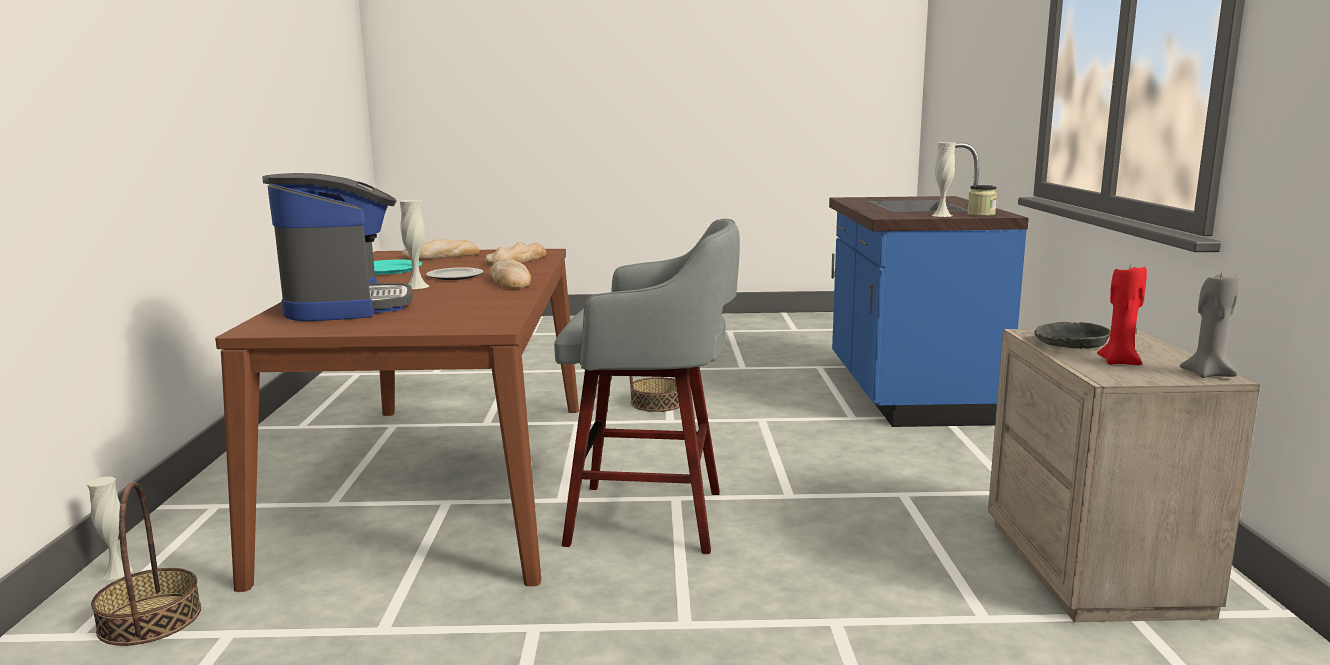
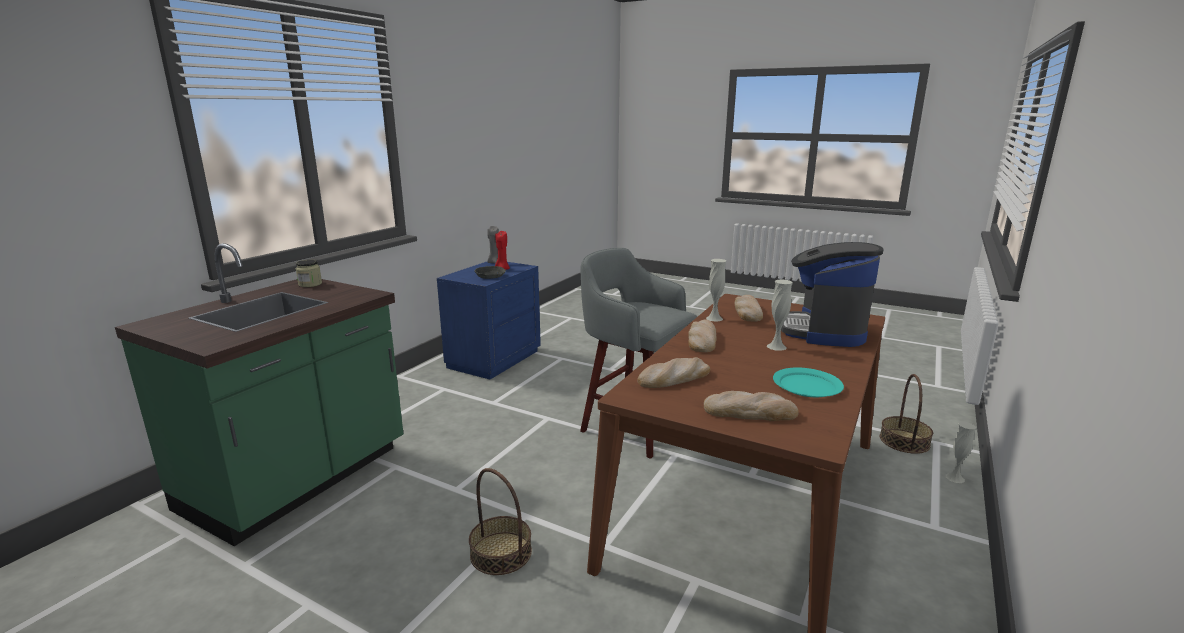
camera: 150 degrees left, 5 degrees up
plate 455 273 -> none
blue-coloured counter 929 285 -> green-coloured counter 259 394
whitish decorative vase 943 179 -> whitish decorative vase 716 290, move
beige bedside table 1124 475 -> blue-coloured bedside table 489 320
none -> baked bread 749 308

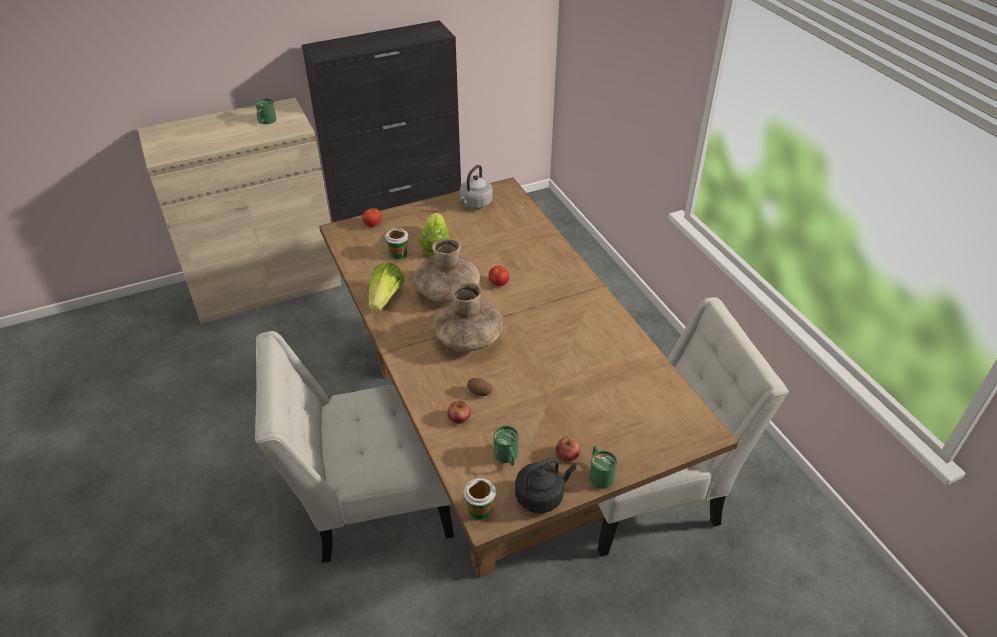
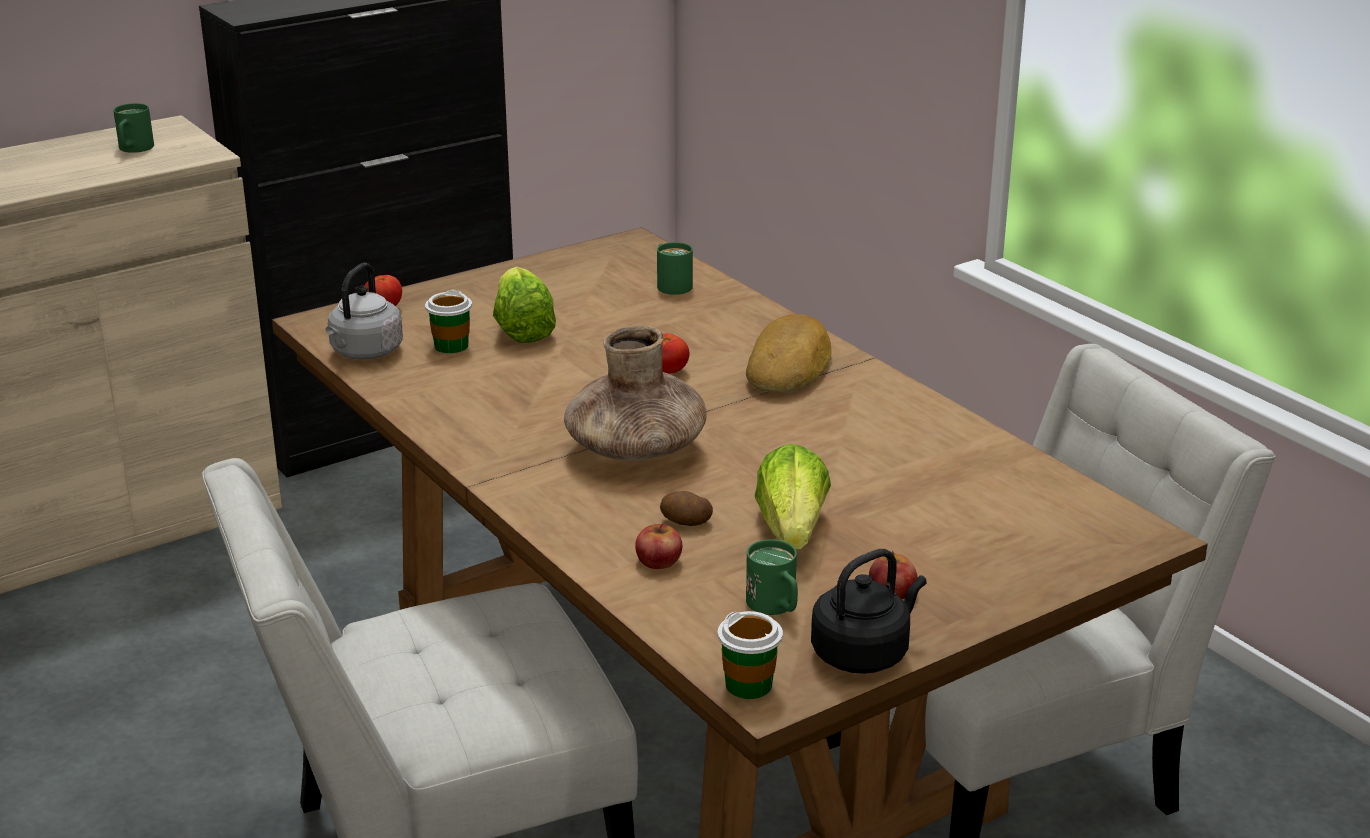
camera: 10 degrees left, 15 degrees down
head of lettuce 386 287 -> head of lettuce 792 496, move
brownish decorative vase 446 270 -> none
gray tea kettle 475 187 -> gray tea kettle 364 311, move
green-coloured tea mug 603 467 -> green-coloured tea mug 675 268, move
none -> baked bread 788 353

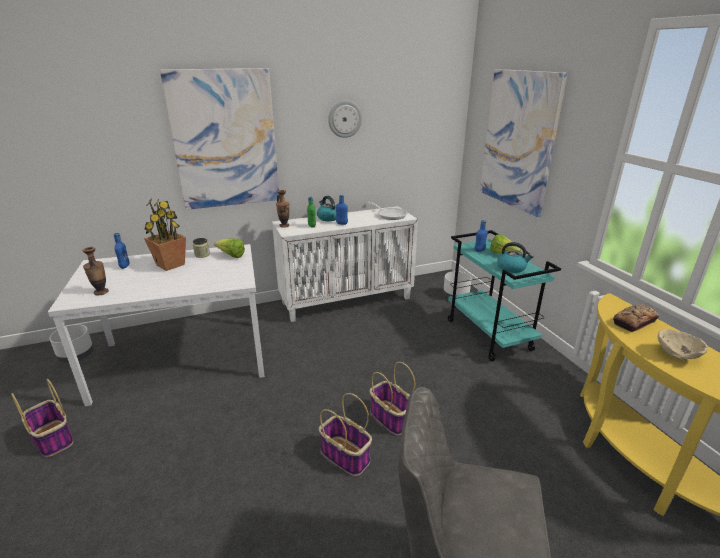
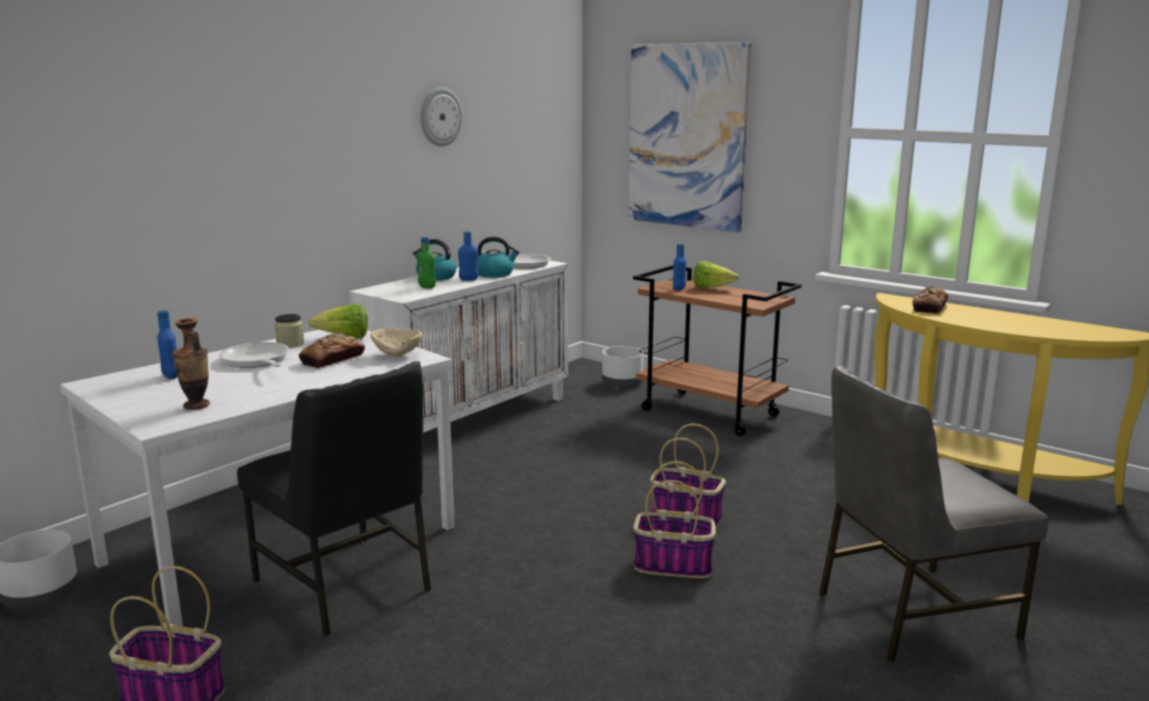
camera: 30 degrees left, 10 degrees down
plant in a pot 165 235 -> skillet 254 355
wall picture 220 139 -> none
decorative vase 283 209 -> none
blue-green wheeled cart 504 296 -> brownish wheeled cart 717 351
tea kettle 515 257 -> tea kettle 499 256, move
beige deep dish 683 344 -> beige deep dish 396 342, move
none -> black chair 334 498
none -> baked bread 332 350

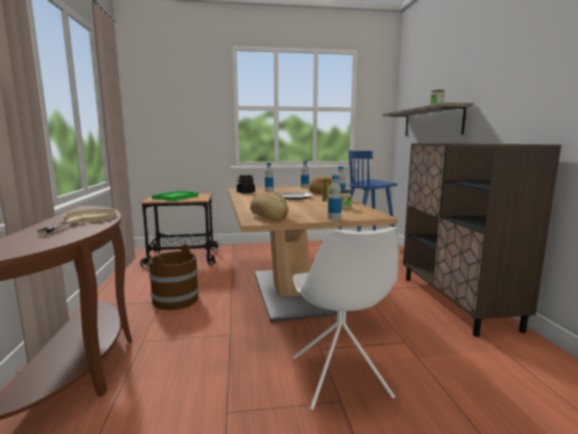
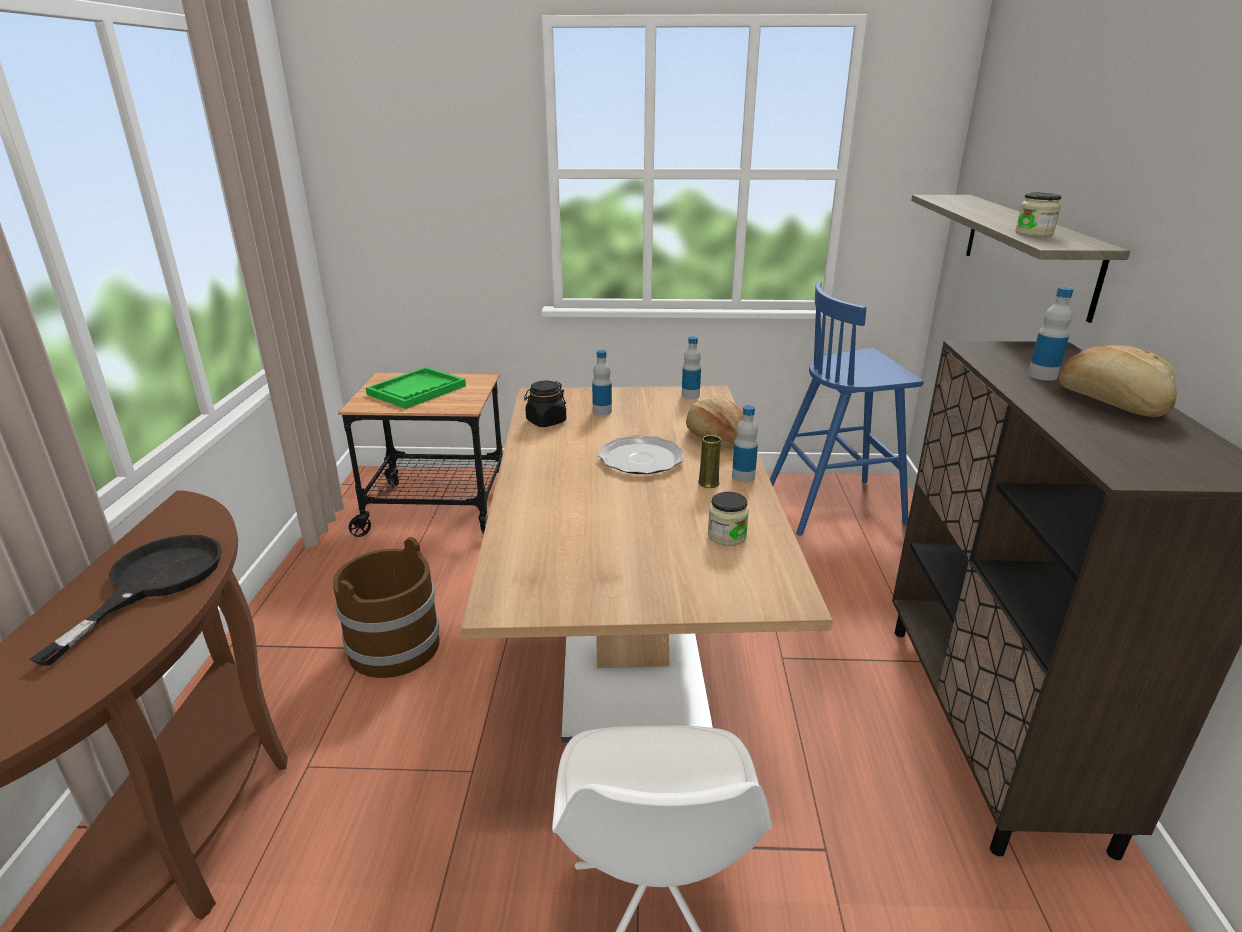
camera: 10 degrees right, 15 degrees up
beige skillet 77 221 -> black skillet 126 600
baked bread 269 206 -> baked bread 1118 381, move
drink bottle 335 197 -> drink bottle 1051 334, move

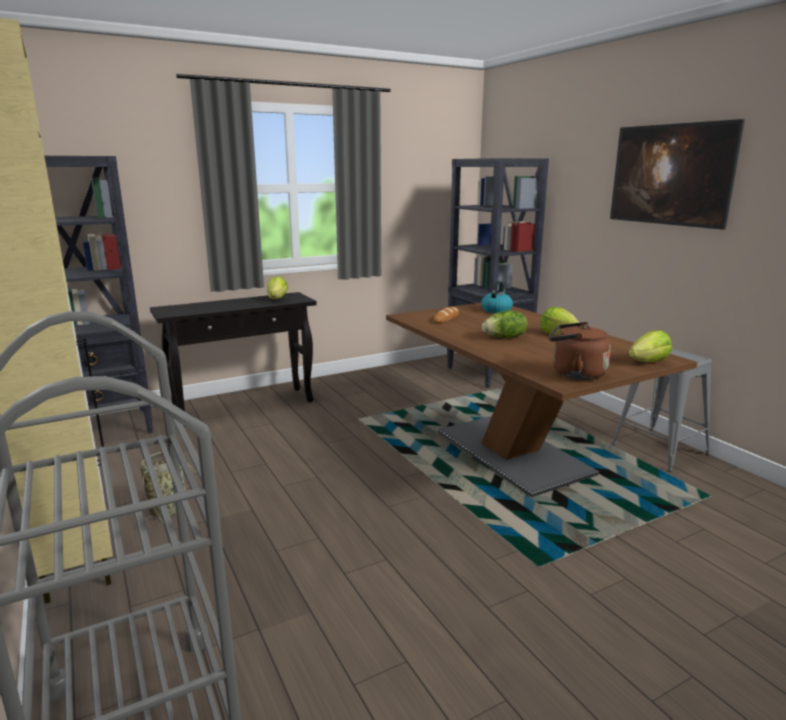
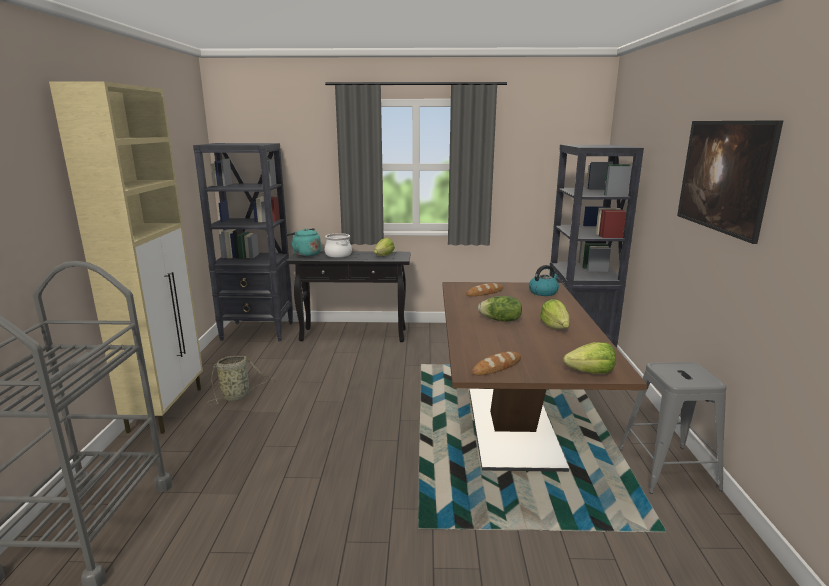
camera: 30 degrees right, 0 degrees up
brownish tea kettle 580 351 -> baked bread 496 363
none -> blue-green tea kettle 304 242
none -> saucepot 338 245

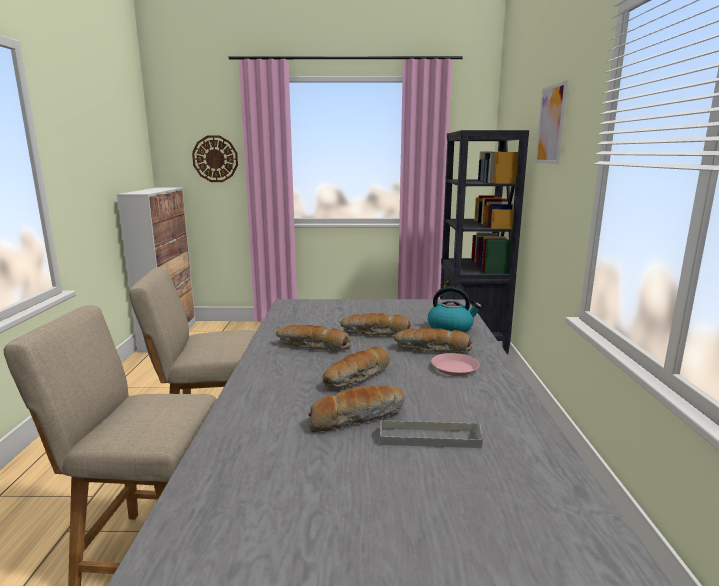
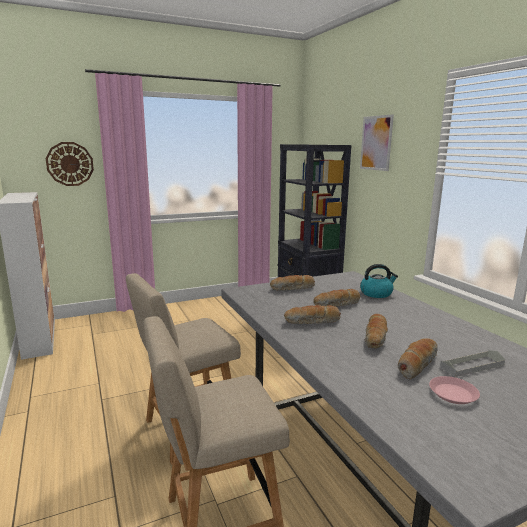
camera: 25 degrees left, 0 degrees up
baked bread 433 340 -> baked bread 292 282, move
pink-coloured plate 455 364 -> pink-coloured plate 454 390, move

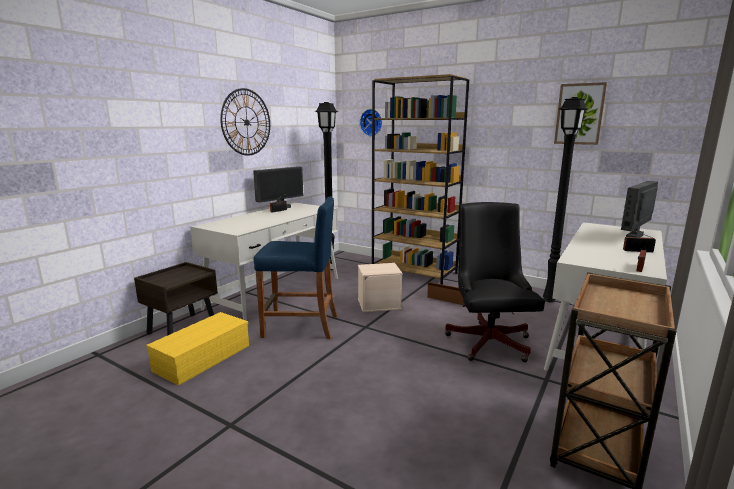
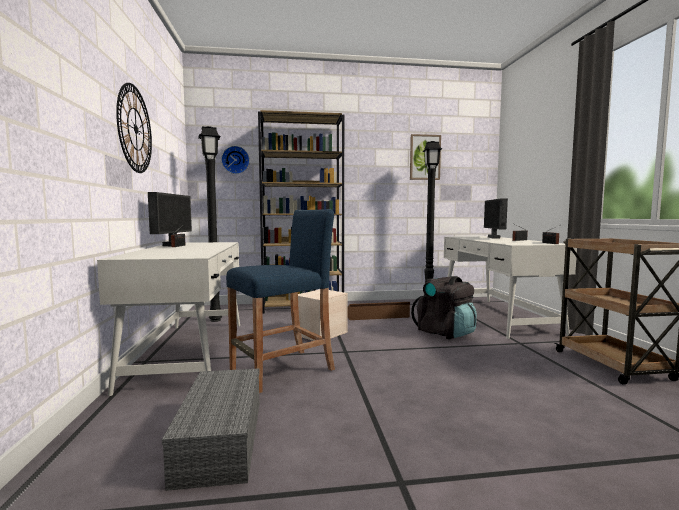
camera: 40 degrees left, 10 degrees down
brownish bedside table 176 299 -> none
yellow-coloured storage box 197 348 -> gray storage box 211 429
black office chair 495 282 -> black knapsack 444 307

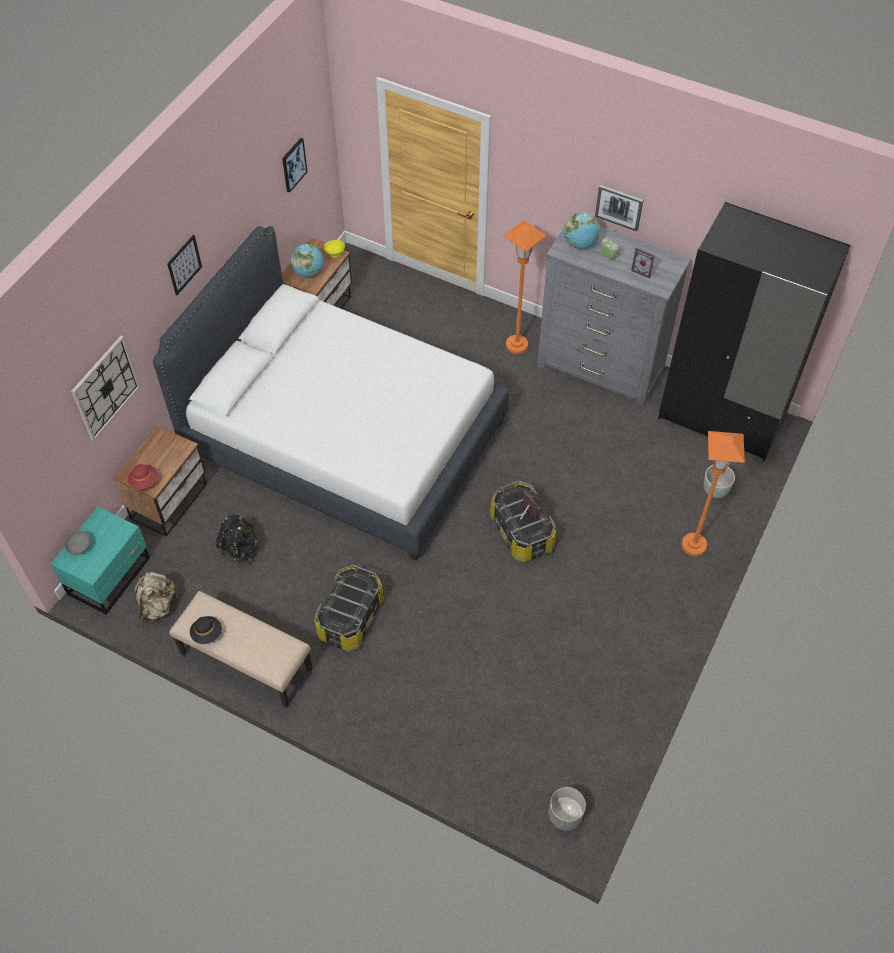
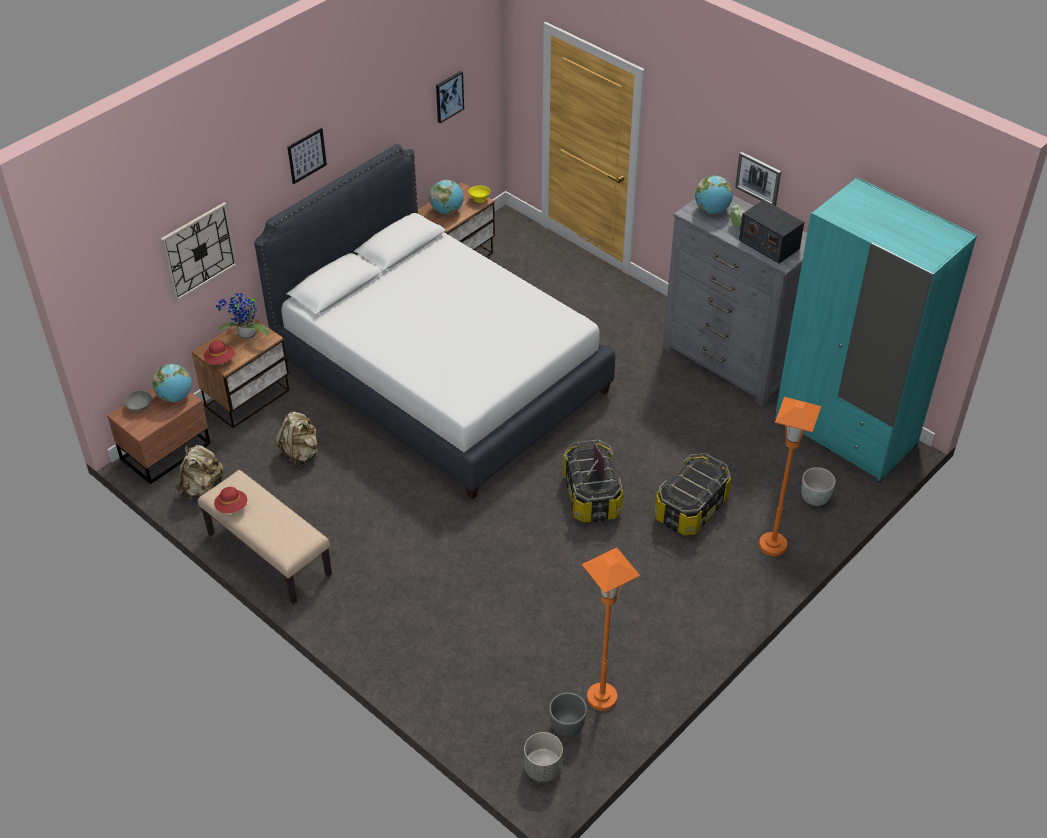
camera: 15 degrees right, 10 degrees down
blue-green bedside table 100 560 -> brownish bedside table 159 435
black clothing hat 206 630 -> red-coloured clothing hat 230 500
black knapsack 236 540 -> beige knapsack 296 439
storage box 349 608 -> storage box 693 494, move
orange-coloured standard lamp 525 287 -> orange-coloured standard lamp 611 629, move
standing frame 643 263 -> radio receiver 771 231
black armoire 754 332 -> blue-green armoire 876 329
none -> globe 172 383
none -> plant in a pot 243 316
none -> gray plant pot 568 715

